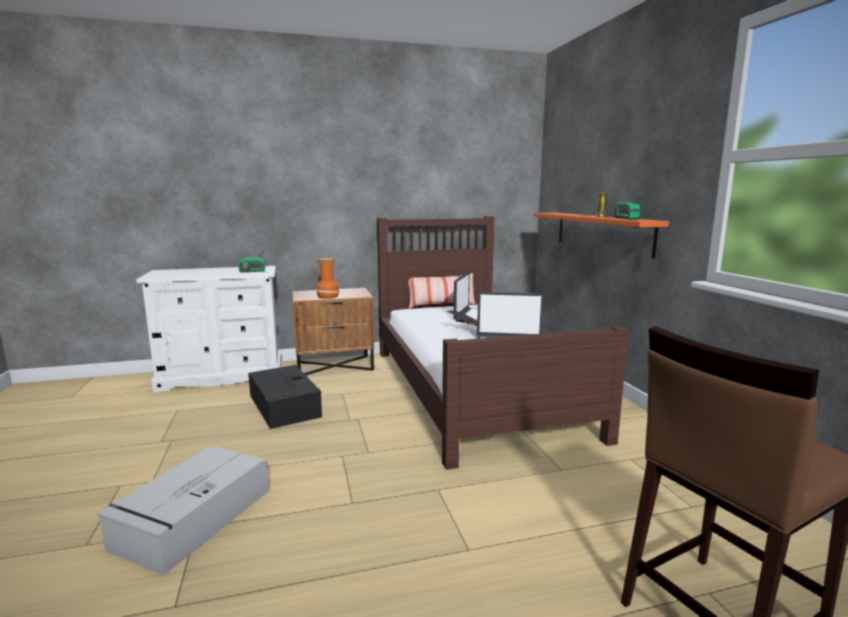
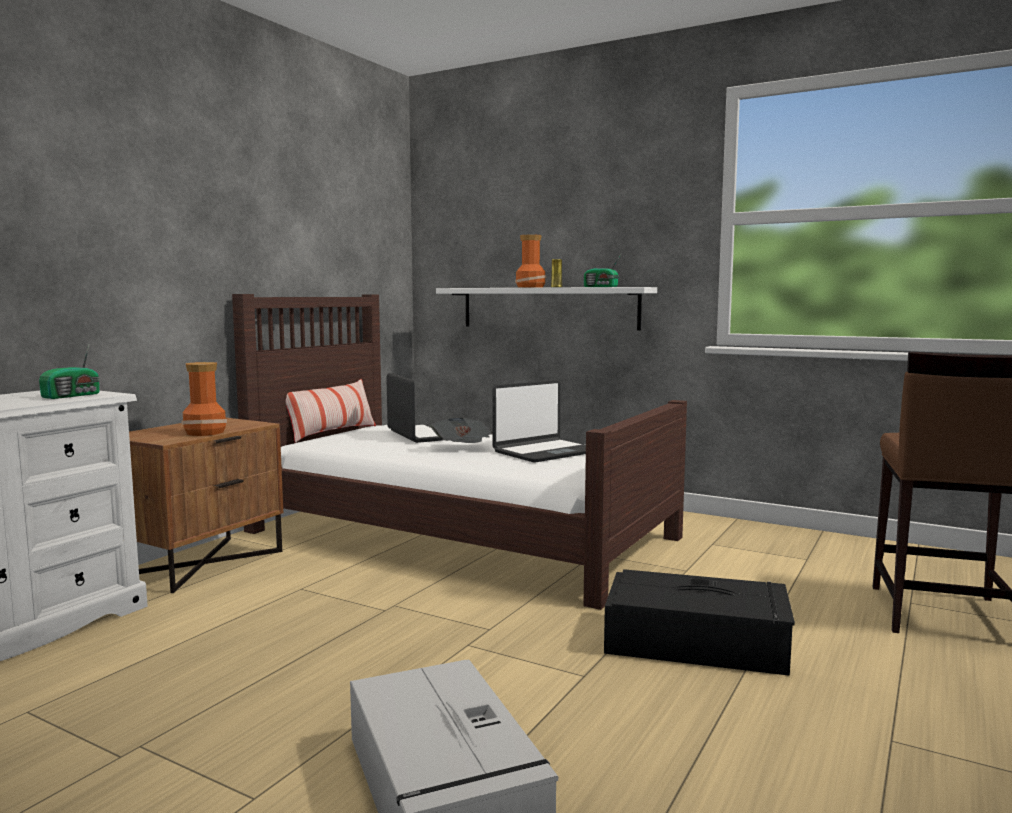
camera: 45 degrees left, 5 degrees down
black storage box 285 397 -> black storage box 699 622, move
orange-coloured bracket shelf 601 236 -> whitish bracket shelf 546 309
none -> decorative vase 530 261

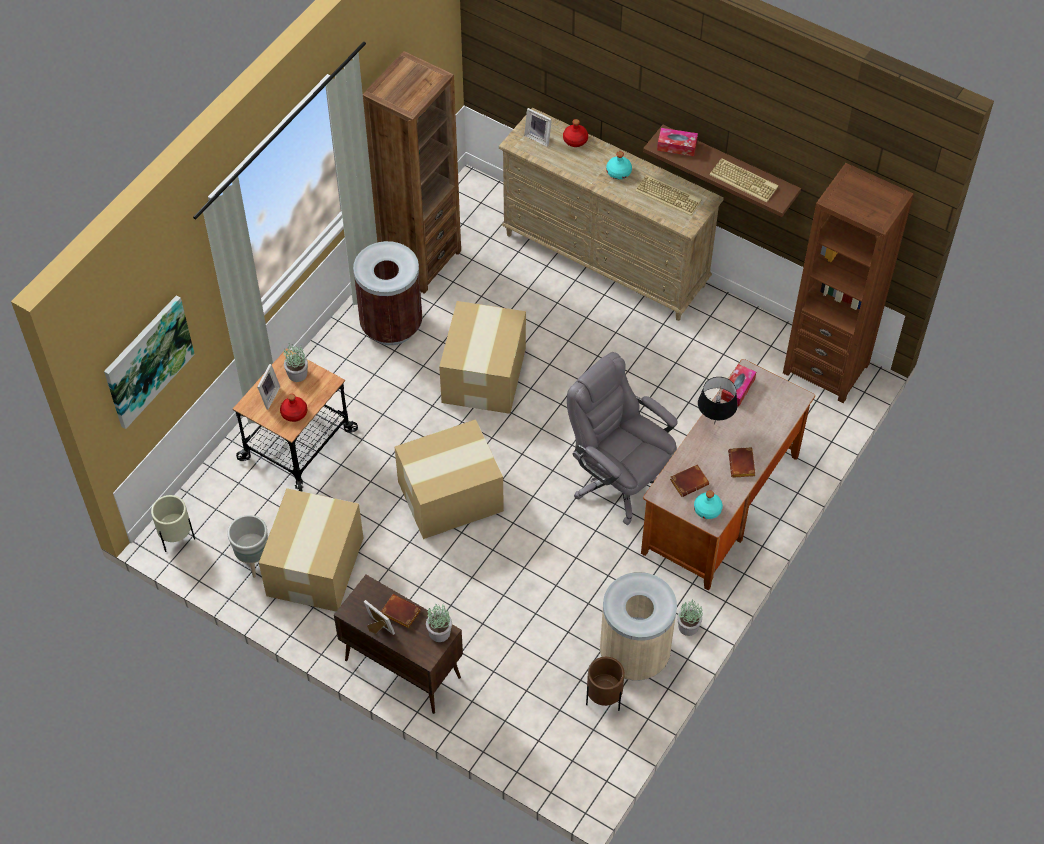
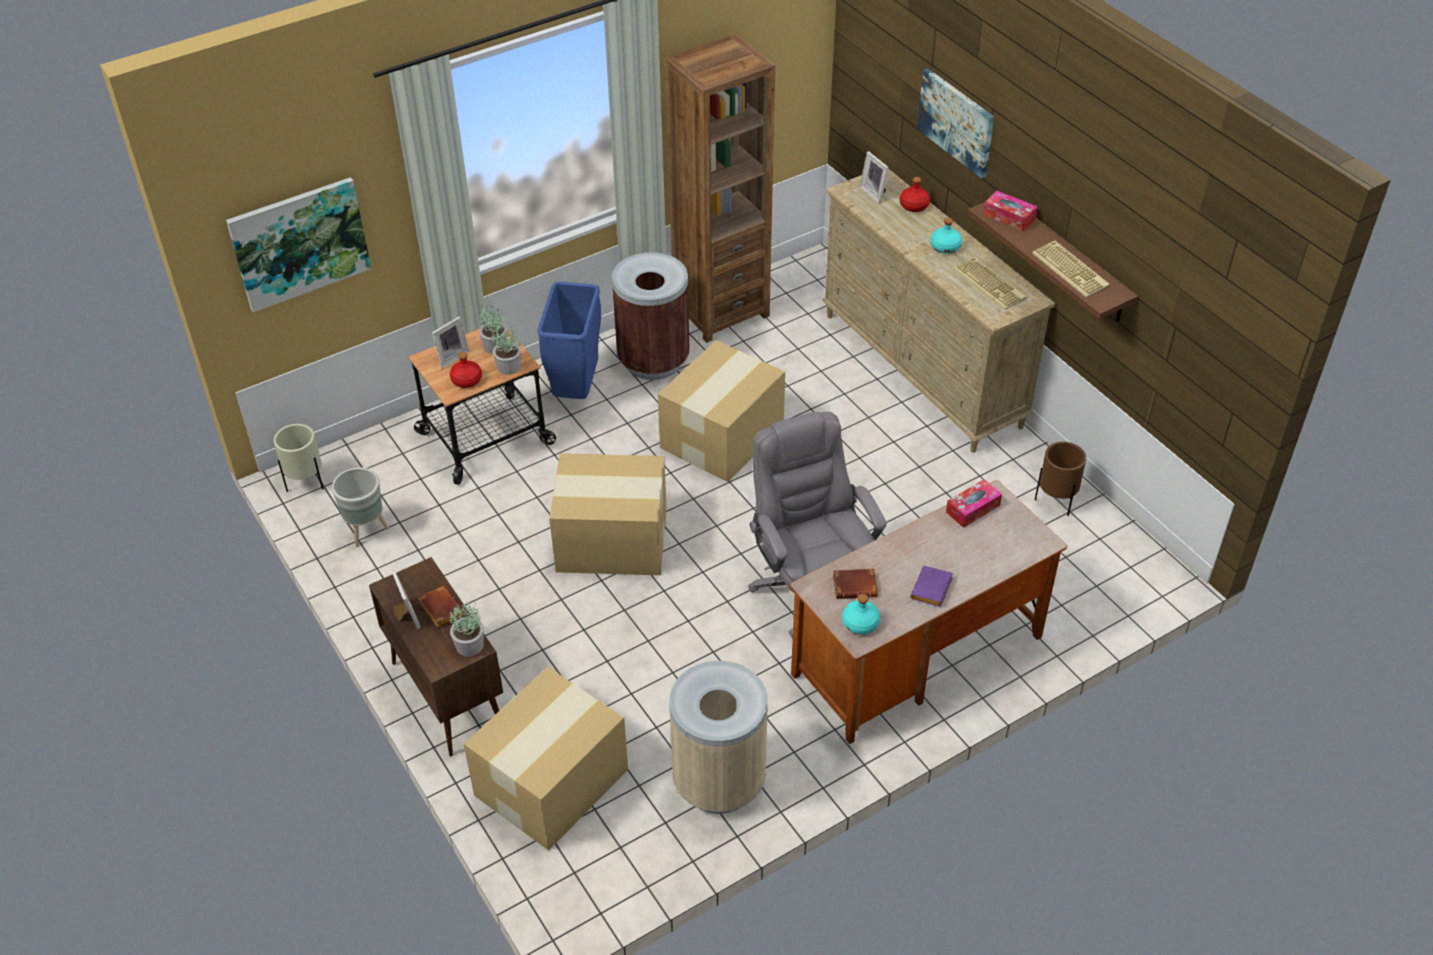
camera: 25 degrees right, 10 degrees down
packing box 311 549 -> packing box 546 758, move
brownish plant pot 605 684 -> brownish plant pot 1060 479, move
plant in a pot 690 618 -> plant in a pot 506 349, move
black table lamp 718 401 -> none
brownish book 742 462 -> purplish book 931 586
brownish bookcase 848 283 -> none
none -> blue-coloured trash can 569 340
none -> wall picture 955 123

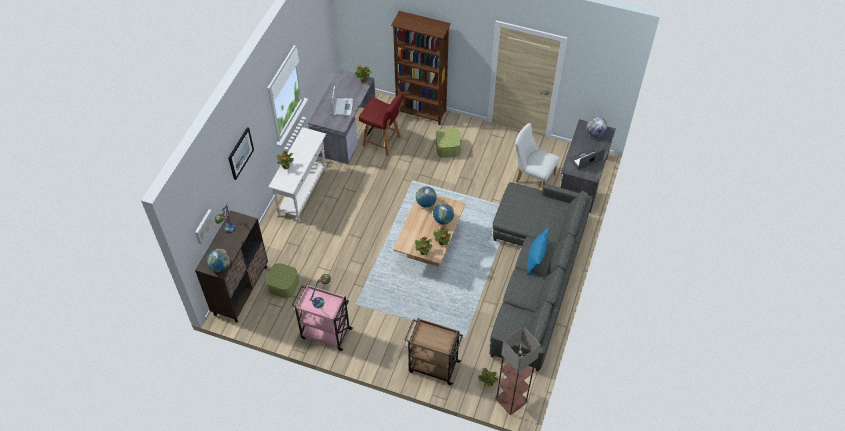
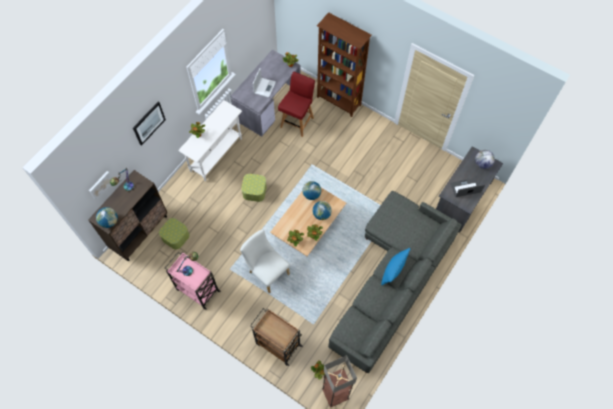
camera: 15 degrees right, 10 degrees up
red-coloured chair 381 124 -> red-coloured chair 296 104, 105 degrees counterclockwise
storage box 448 143 -> storage box 254 188, move
whitish chair 537 158 -> whitish chair 265 261, move

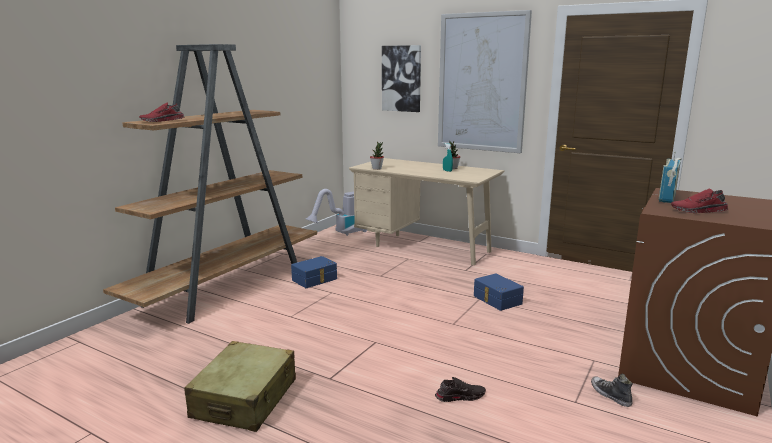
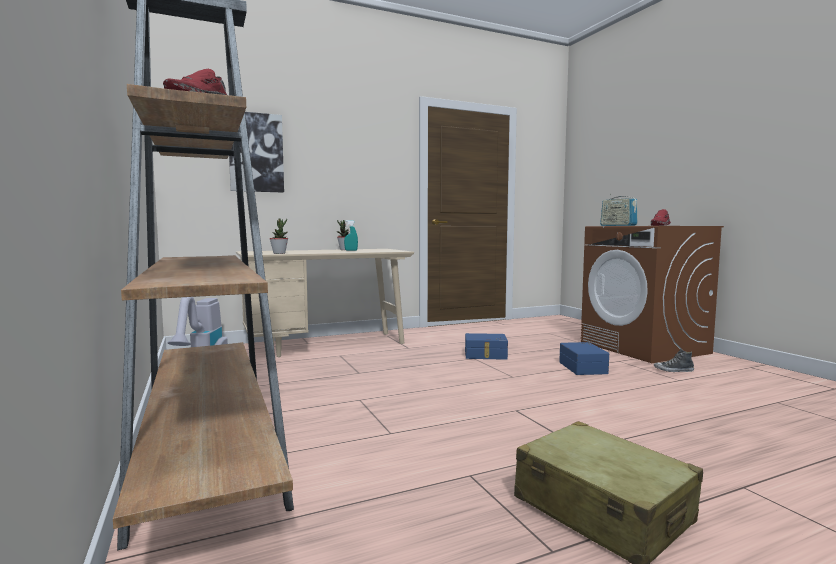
camera: 55 degrees left, 10 degrees down
blue-coloured storage box 314 272 -> blue-coloured storage box 584 358, move
black shoe 460 389 -> none
wall picture 485 81 -> none

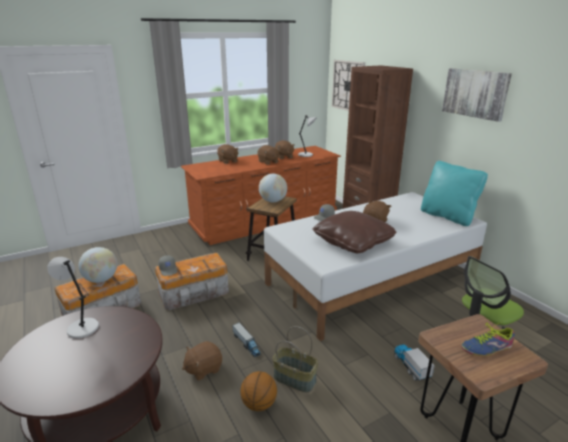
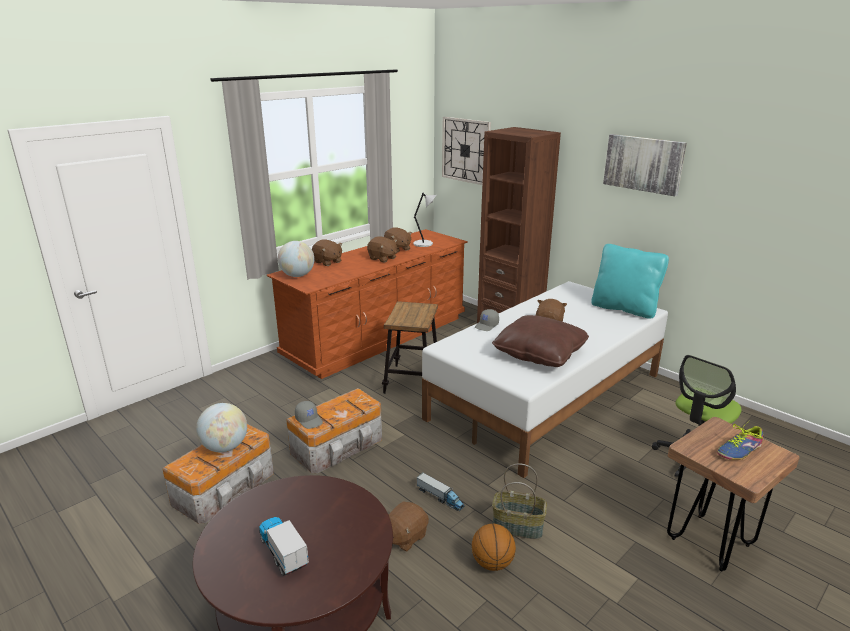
camera: 15 degrees left, 0 degrees up
gray table lamp 73 297 -> none
globe 273 188 -> globe 296 259, move
model truck 414 362 -> model truck 284 546, move

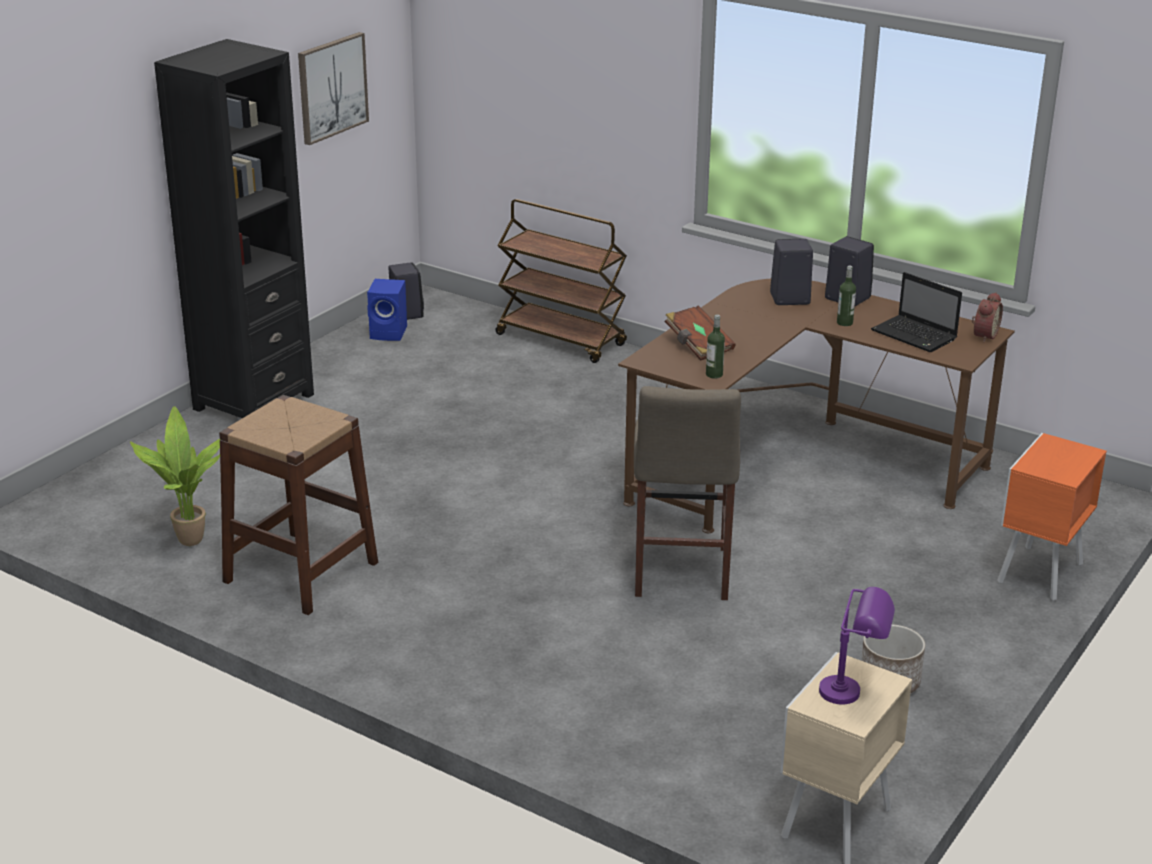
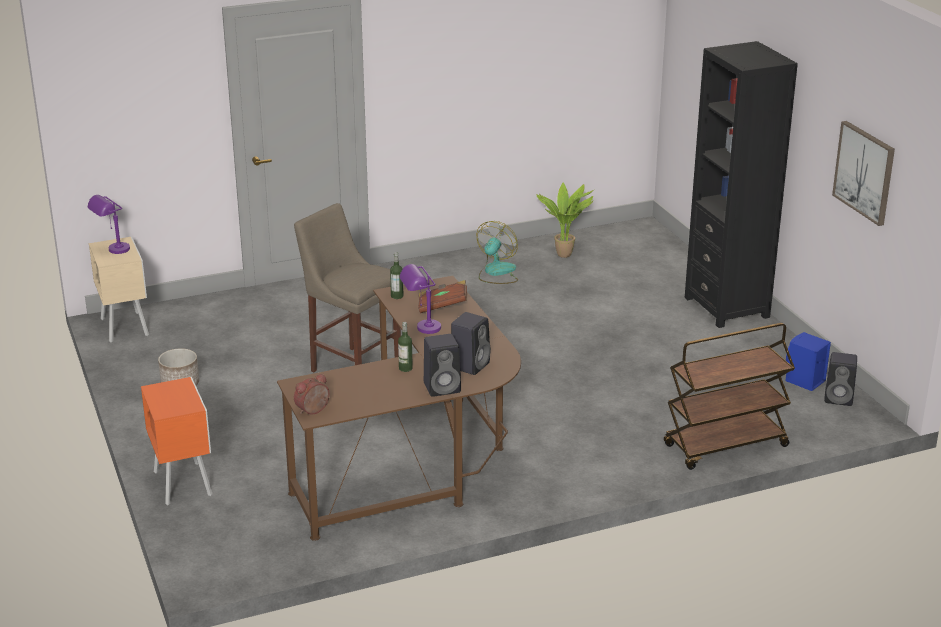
camera: 125 degrees right, 0 degrees up
brownish stool seat 298 505 -> cooling fan 497 252
portable computer 916 312 -> none
bedside clock 987 317 -> bedside clock 312 394, 75 degrees clockwise
none -> purplish table lamp 420 299

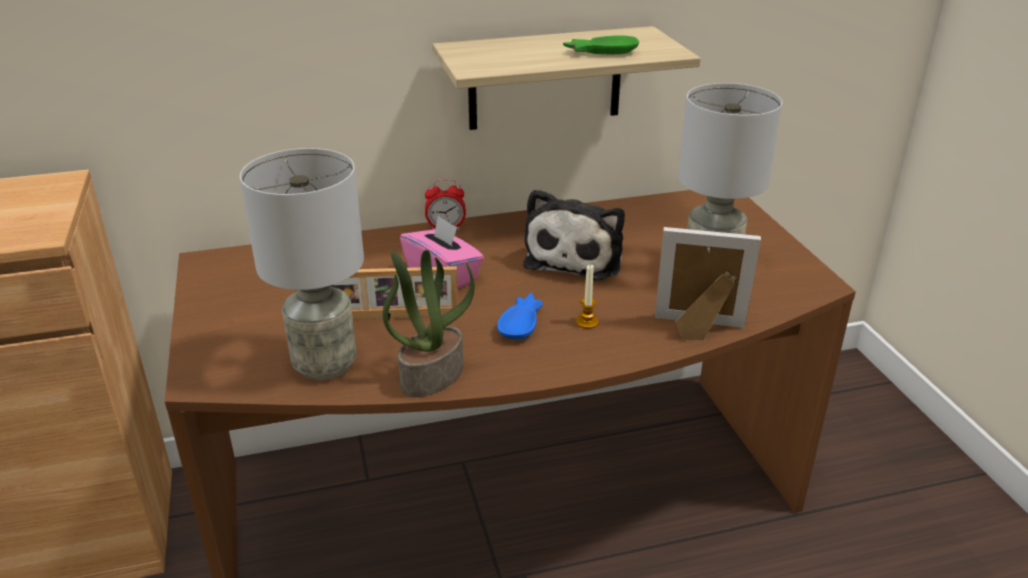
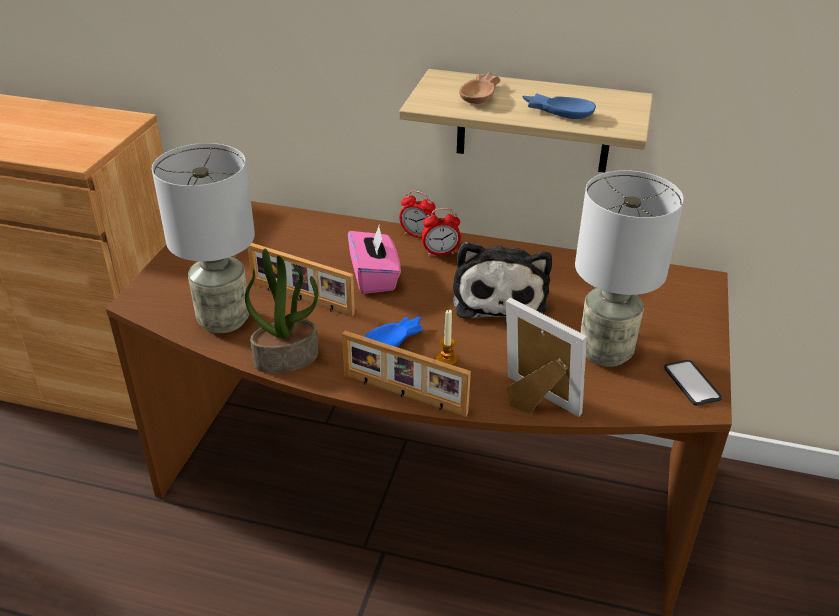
camera: 30 degrees right, 5 degrees up
soft toy 574 234 -> soft toy 502 280, 45 degrees counterclockwise
green-coloured deep dish 601 44 -> blue-coloured deep dish 559 106
none -> standing frame 406 374
none -> bedside clock 441 232
none -> brownish deep dish 480 88
none -> handset 693 383

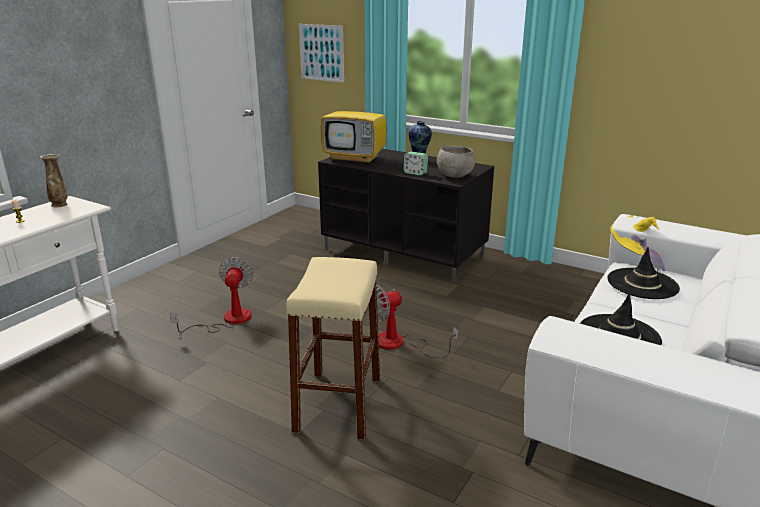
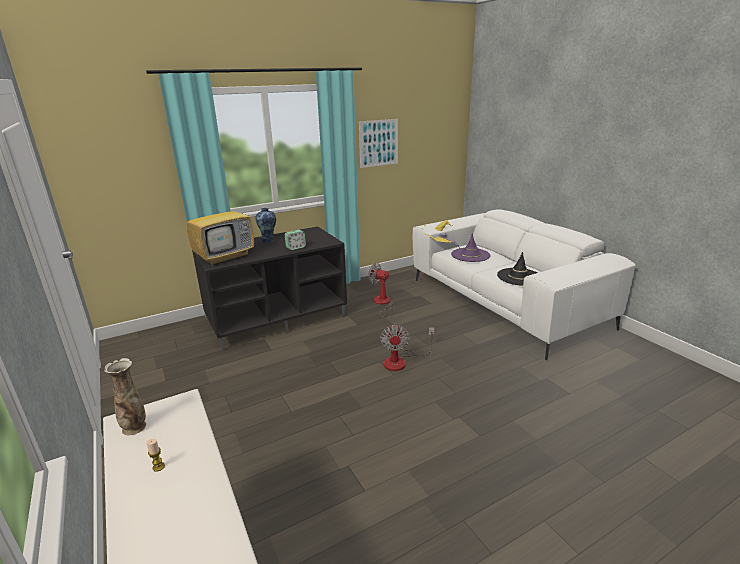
camera: 60 degrees left, 0 degrees up
cooling fan 212 295 -> cooling fan 381 290, move
beige stool seat 333 348 -> none
wall picture 321 53 -> wall picture 378 143, move
gray deep dish 456 161 -> none
black clothing hat 643 273 -> purplish clothing hat 471 247

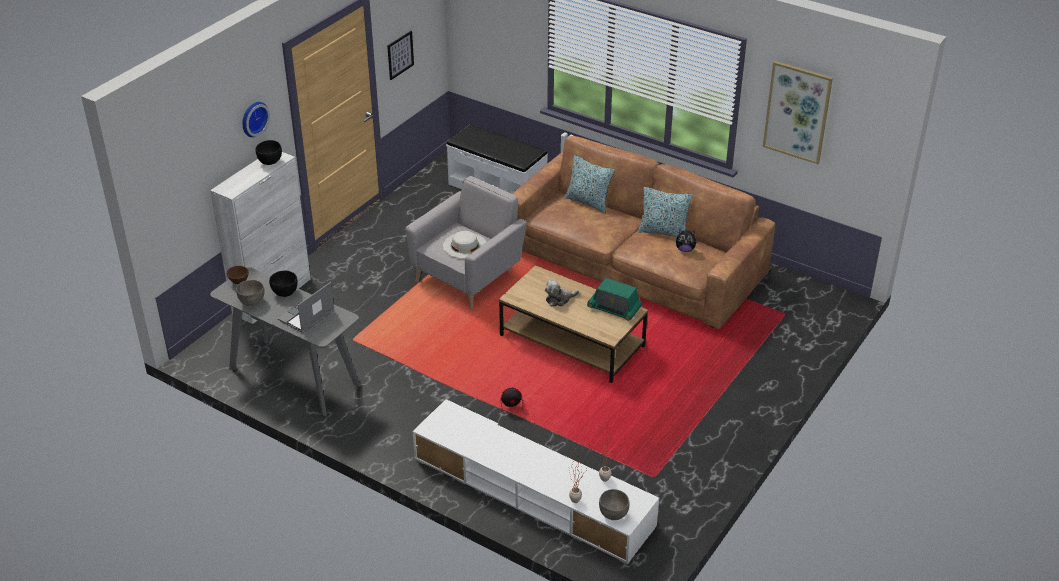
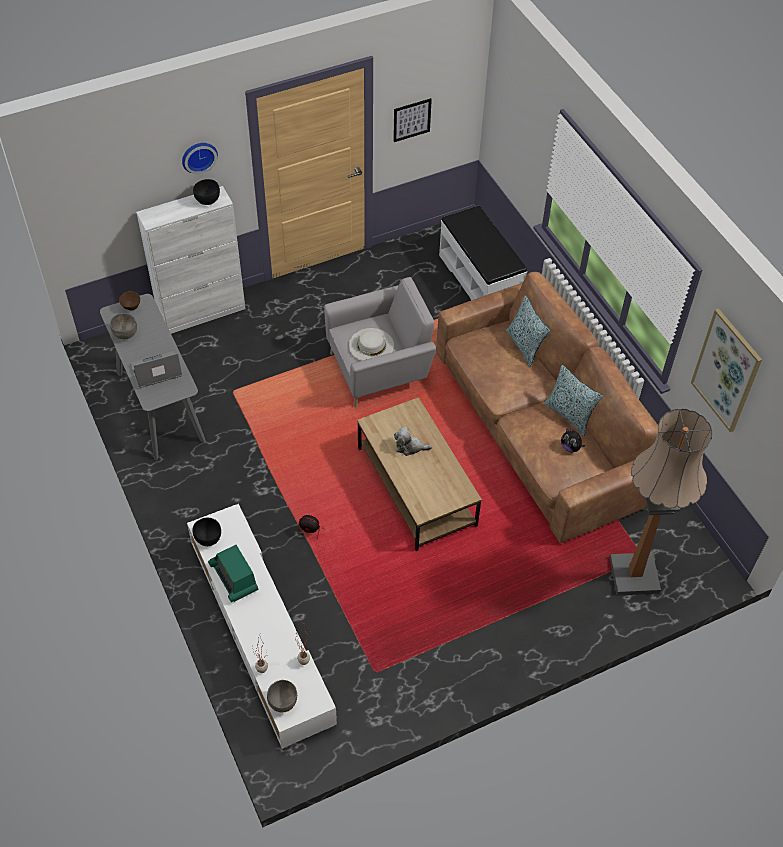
camera: 30 degrees right, 15 degrees up
black deep dish 283 284 -> black deep dish 206 532, move
radio receiver 614 299 -> radio receiver 233 573, move
none -> standard lamp 661 502

